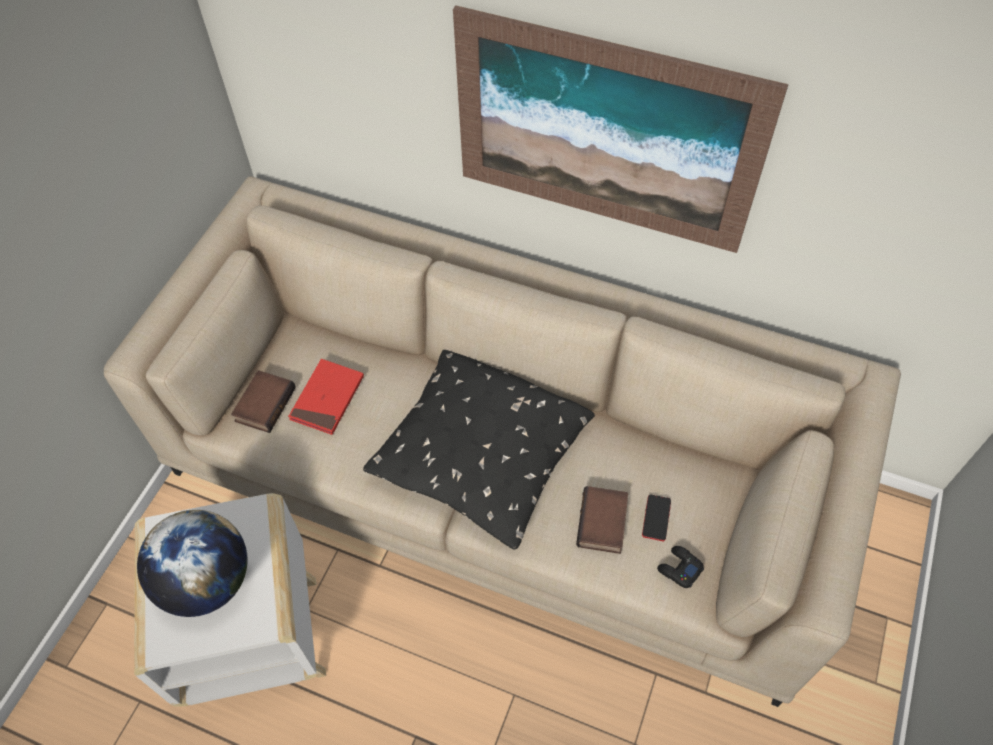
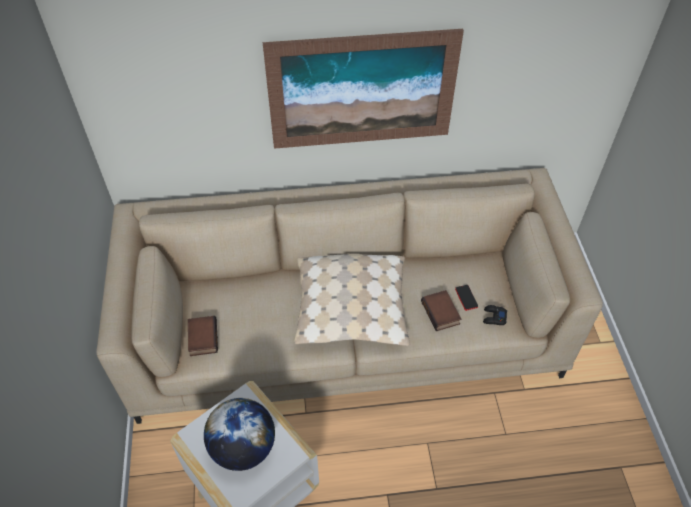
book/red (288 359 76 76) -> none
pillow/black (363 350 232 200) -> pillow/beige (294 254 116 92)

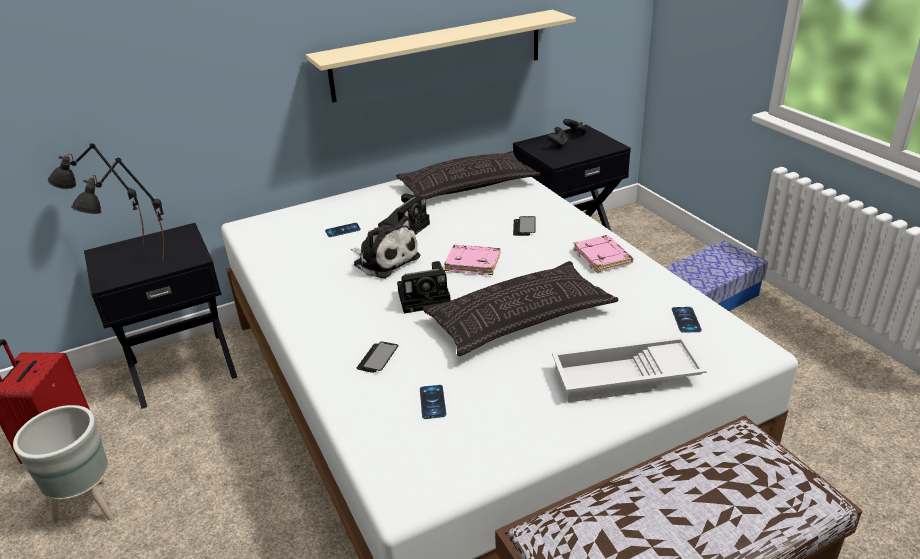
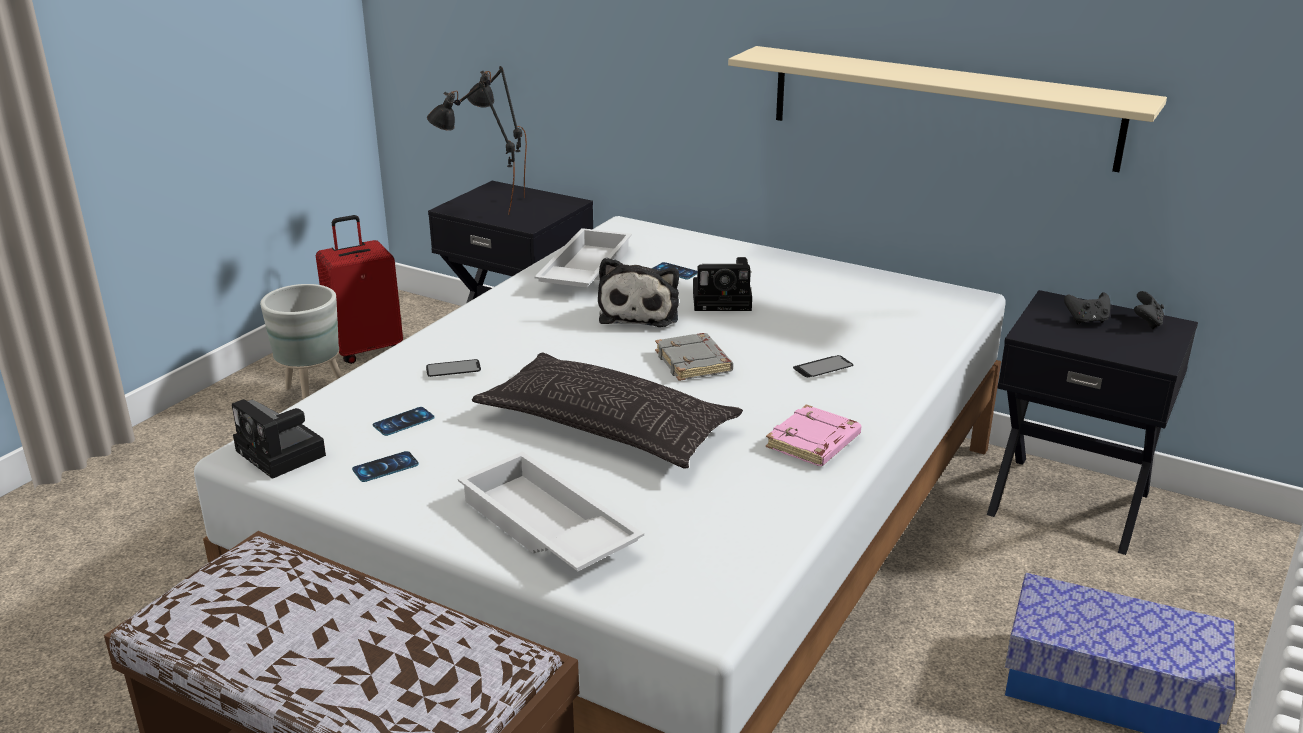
pillow (396 151 144 48) -> none
none -> tray/white (534 228 98 59)
photo camera (397 261 54 52) -> photo camera (232 399 94 80), shifted
phone (672 307 30 26) -> phone (352 451 67 31), shifted
book/pink (444 244 56 31) -> book/grey (655 333 78 48)

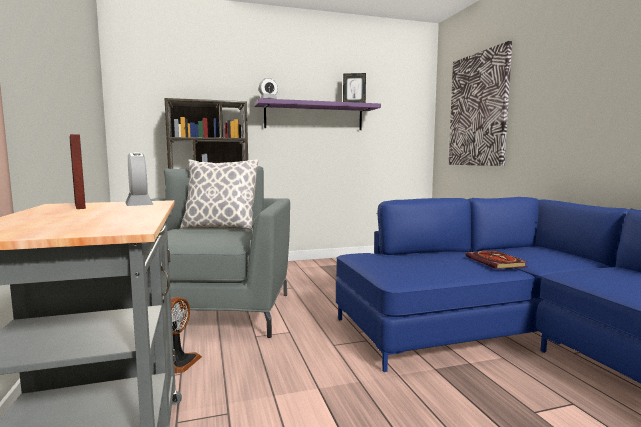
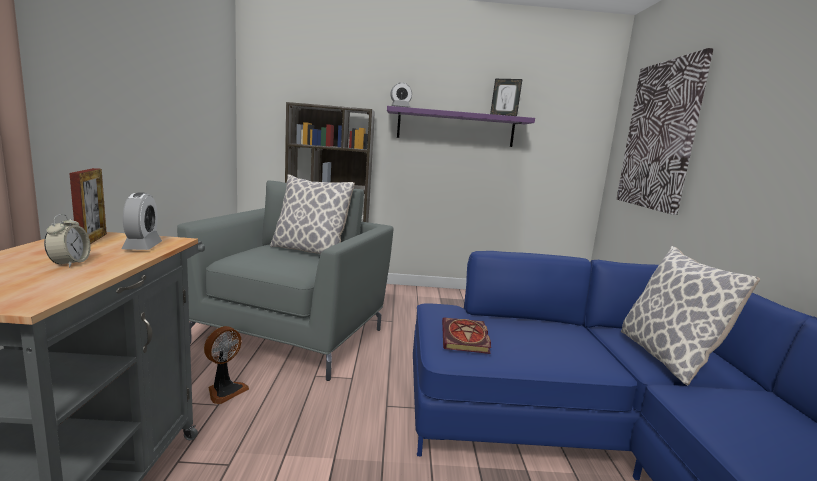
none -> alarm clock (44 214 47 54)
none -> pillow (621 246 139 139)
book (465 251 63 18) -> book (442 318 49 36), shifted

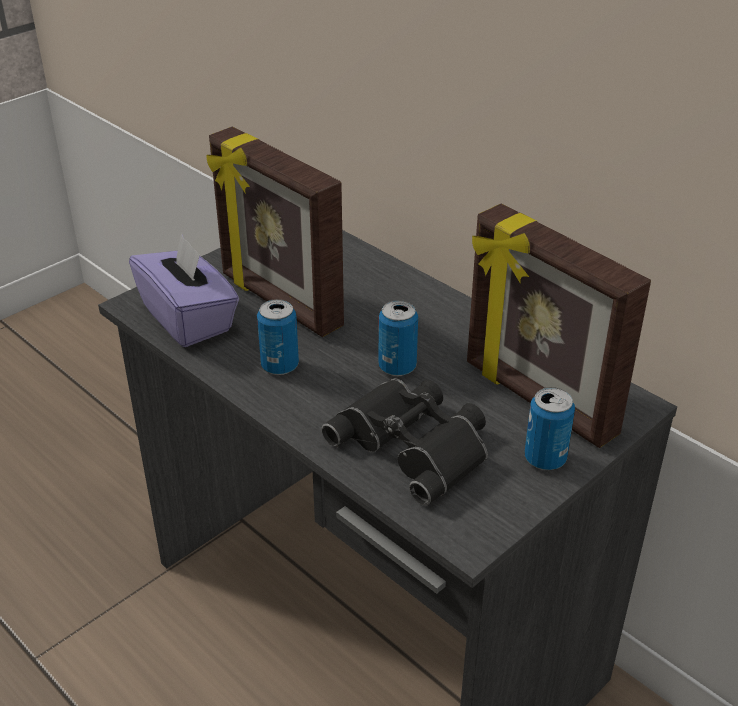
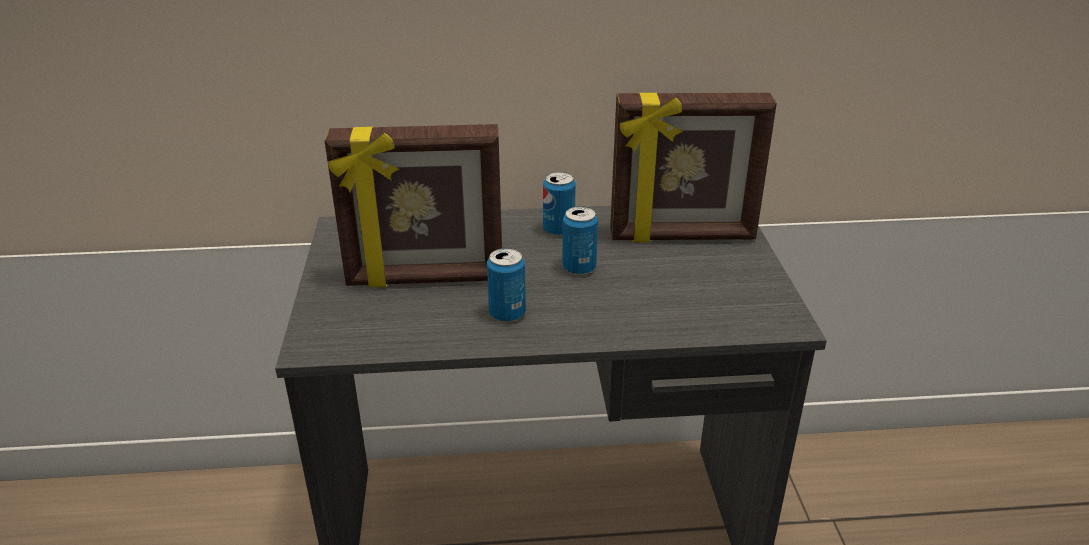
tissue box/purple (129 233 110 114) -> none
binoculars/black (321 378 167 128) -> none
can (525 387 50 83) -> can (543 172 33 64), shifted

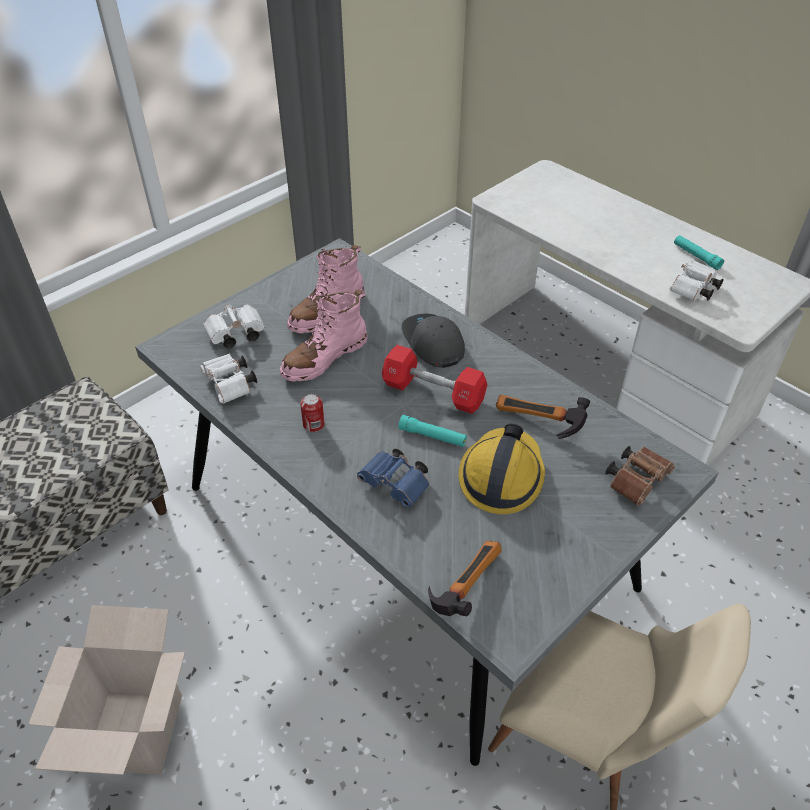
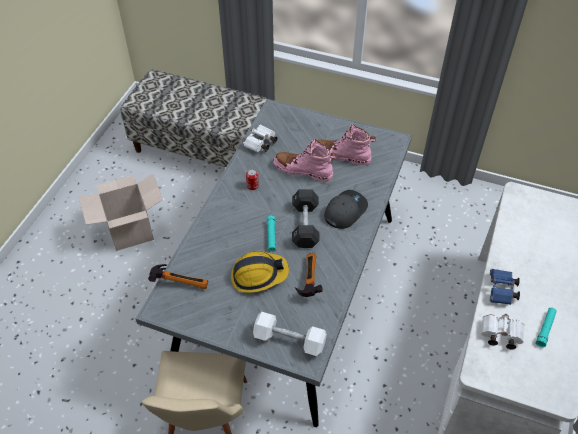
binoculars/white (203 305 62 43) -> none
binoculars/blue (357 449 73 59) -> binoculars/blue (490 269 30 36), shifted
binoculars/brown (605 446 70 60) -> dumbbell/white (253 312 74 44)
dumbbell/red (382 345 105 69) -> dumbbell/black (292 189 28 59)

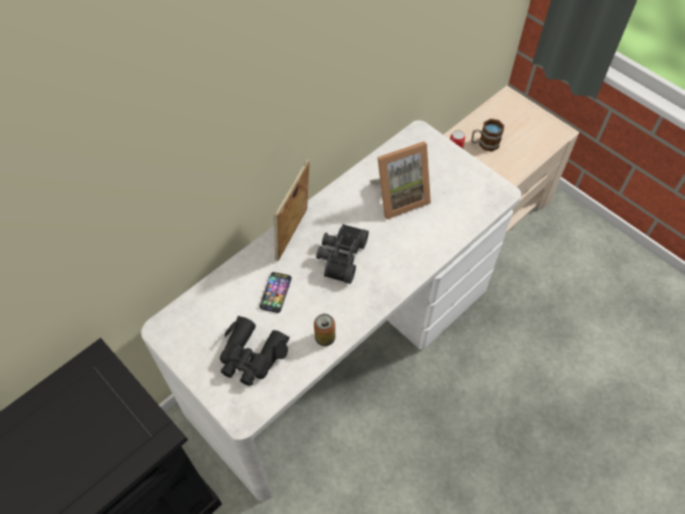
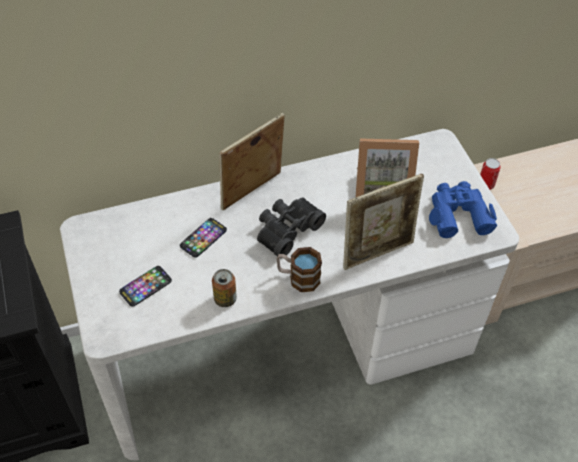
none -> picture frame (343 174 81 96)
none -> binoculars/blue (429 181 68 57)
mug (471 119 33 33) -> mug (277 247 45 45), shifted
binoculars/black (220 316 70 70) -> phone (119 266 53 41)

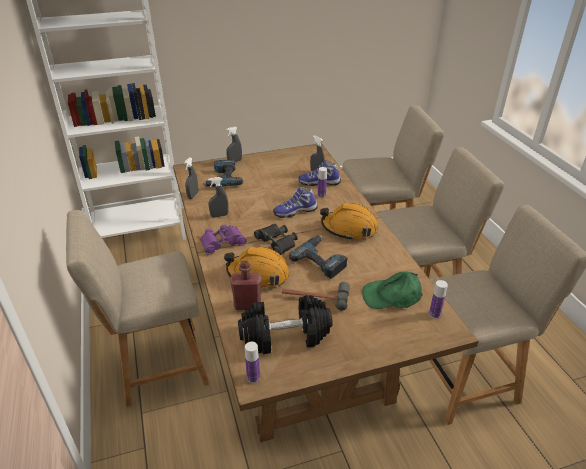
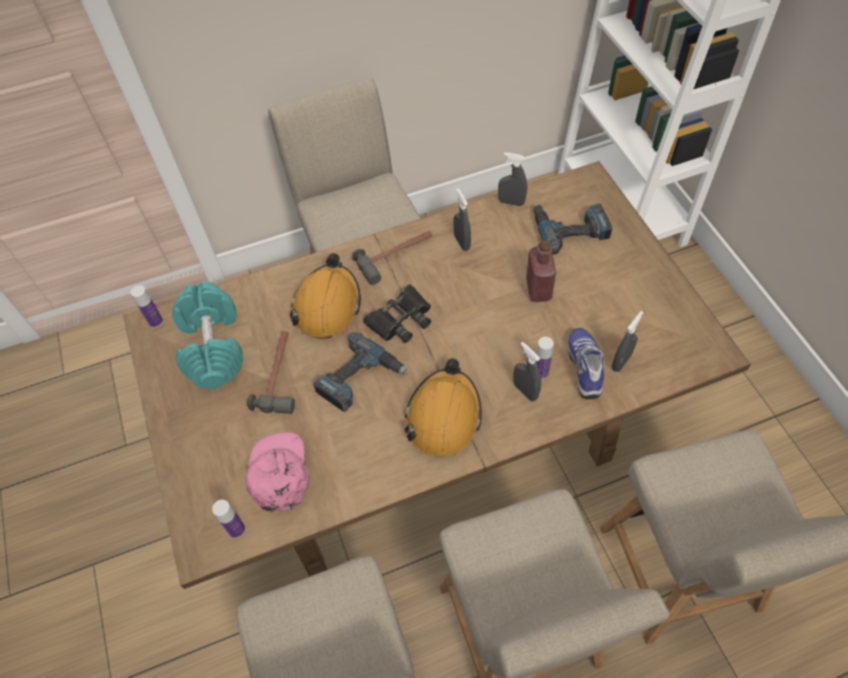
shoe (273 187 44 31) -> none
spray bottle/grey (226 126 16 37) -> spray bottle/grey (513 342 28 59), shifted
bottle/red (230 260 31 50) -> bottle/red (526 240 30 62), shifted
binoculars/purple (200 224 47 31) -> hammer (352 231 80 54)
dumbbell/black (238 295 95 59) -> dumbbell/turquoise (172 281 71 108)
cap/green (362 271 61 38) -> cap/pink (246 432 63 80)

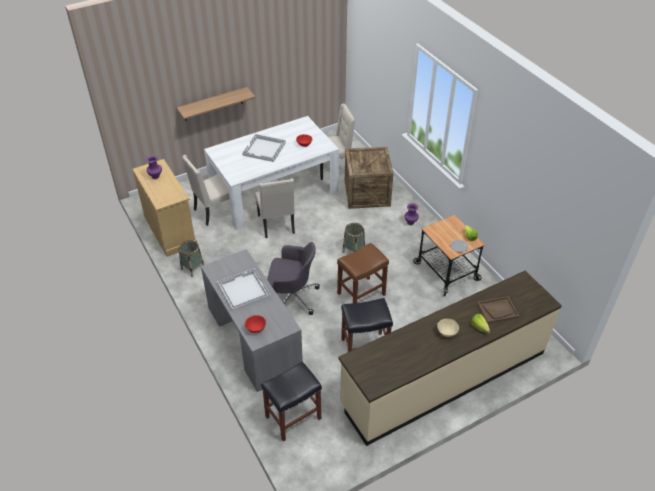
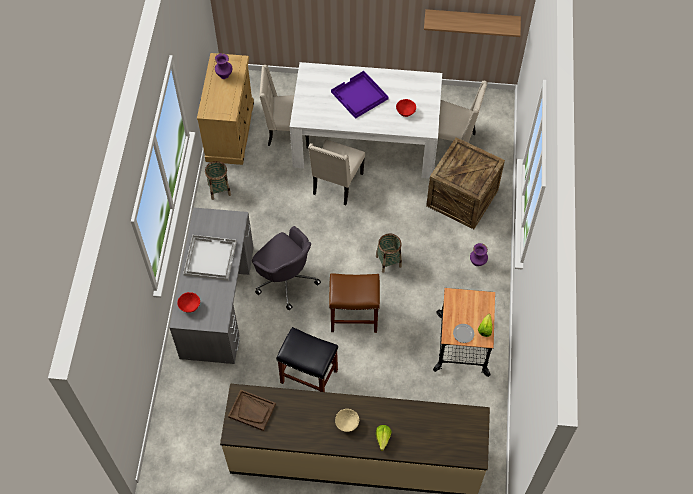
stool/black (261 361 61 81) -> none
shelf (177 87 78 34) -> shelf (424 9 97 28), shifted
tray/brown (477 296 42 28) -> tray/brown (228 390 48 41), shifted
tray/white (242 134 44 28) -> tray/purple (331 71 58 48)

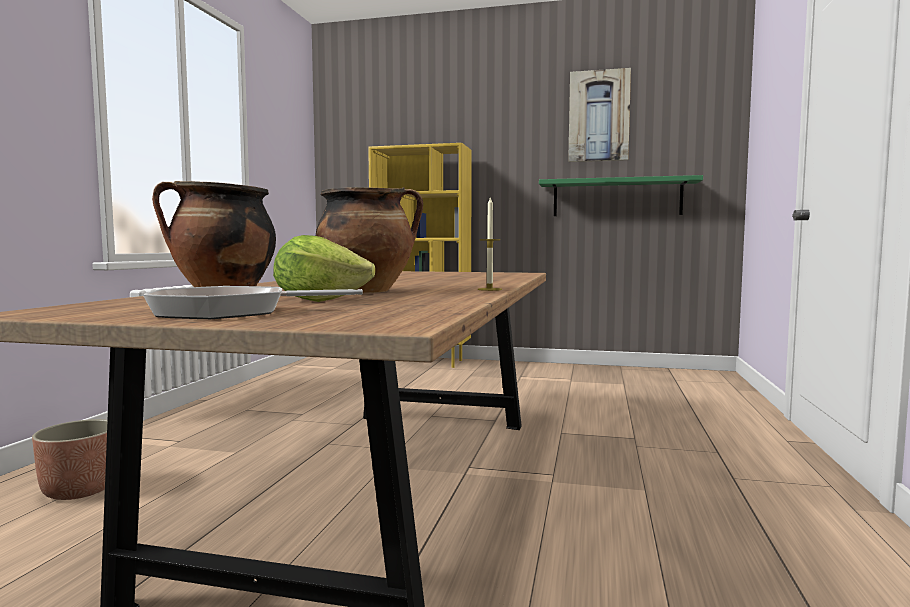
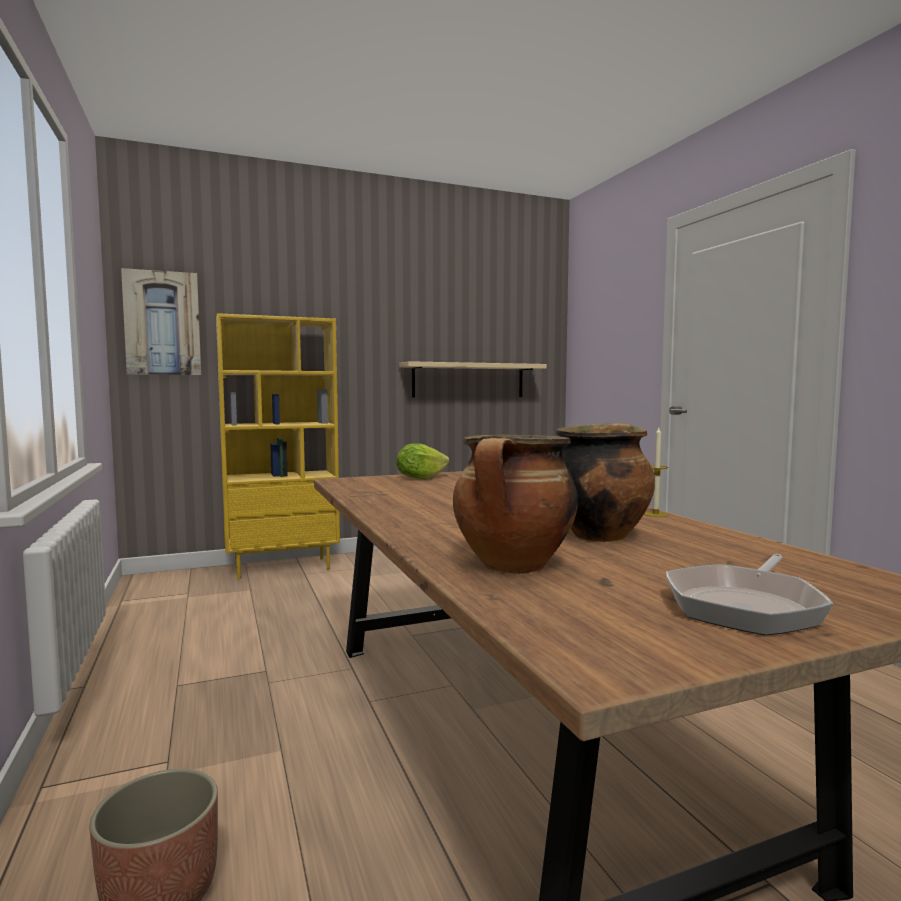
lettuce (273 235 102 67) -> lettuce (397 443 53 36), shifted
picture (568 68 63 94) -> picture (121 268 80 107), shifted
shelf/green (539 175 164 41) -> shelf/beige (399 361 148 37)

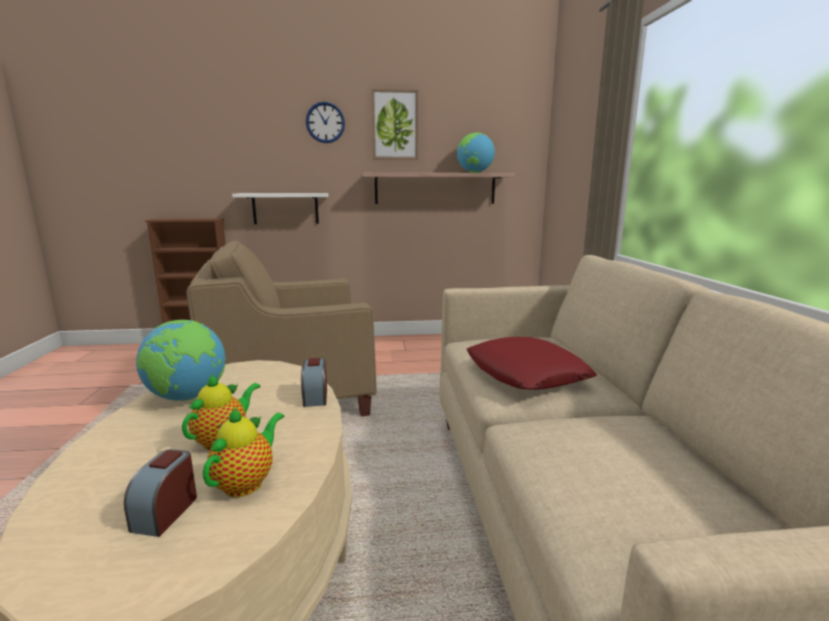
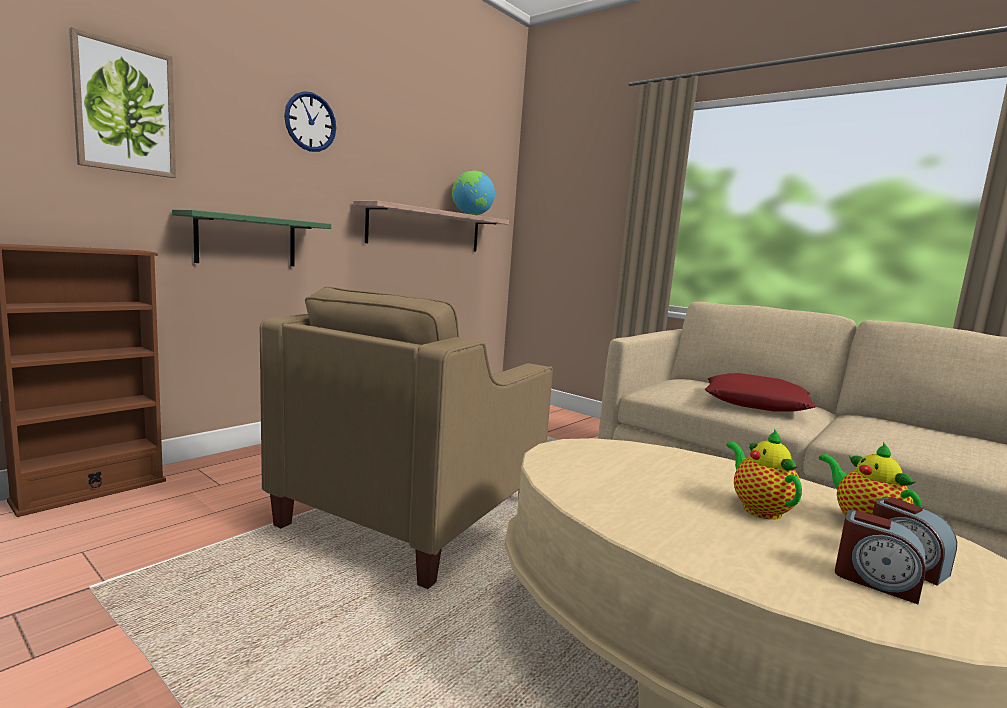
globe (136 320 90 81) -> none
alarm clock (301 358 26 49) -> alarm clock (835 510 90 94), shifted
picture (372 89 46 71) -> picture (69 27 107 151), shifted
shelf/white (232 193 97 31) -> shelf/green (172 209 159 57)

